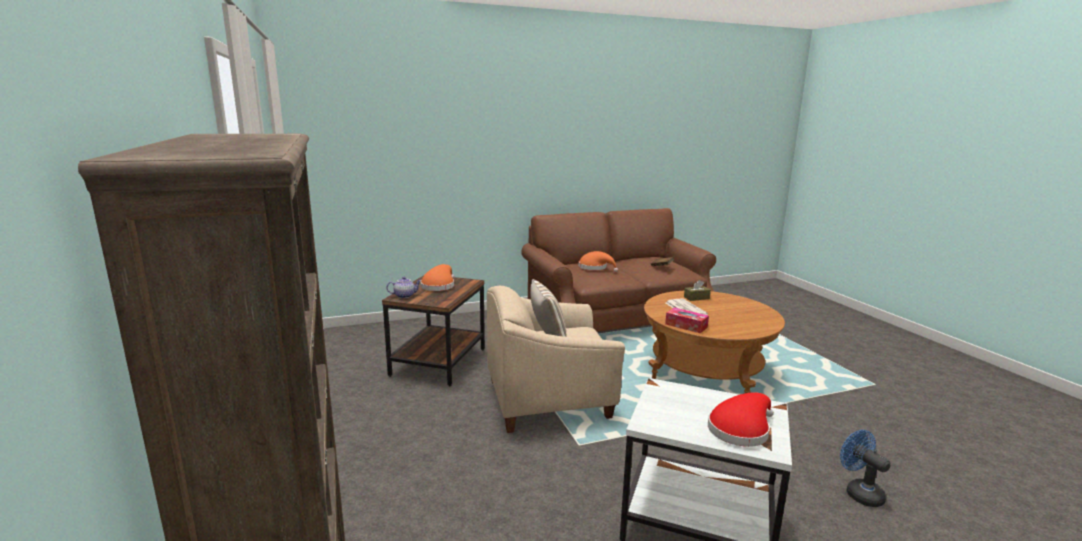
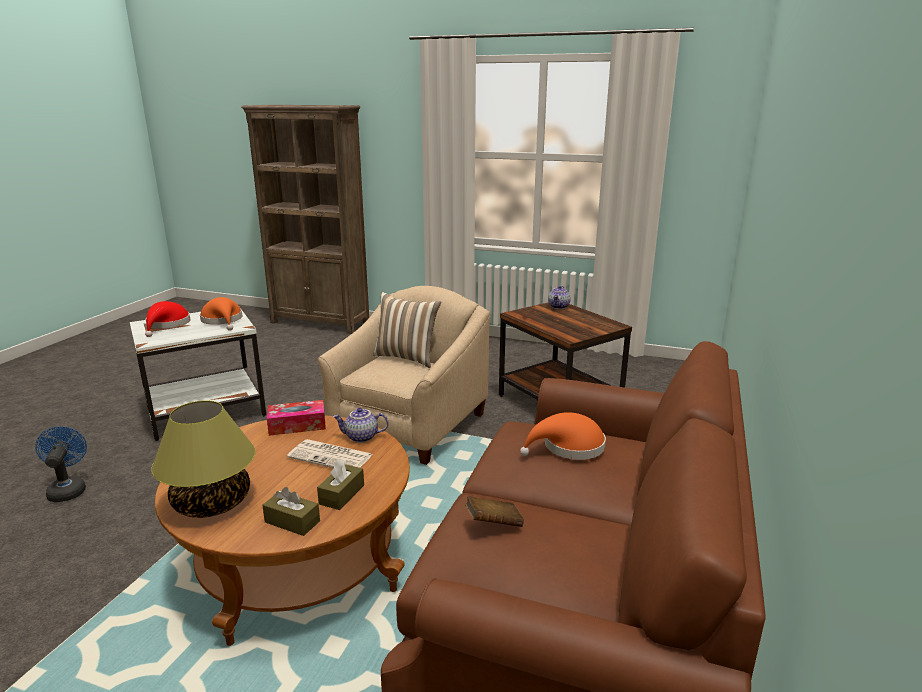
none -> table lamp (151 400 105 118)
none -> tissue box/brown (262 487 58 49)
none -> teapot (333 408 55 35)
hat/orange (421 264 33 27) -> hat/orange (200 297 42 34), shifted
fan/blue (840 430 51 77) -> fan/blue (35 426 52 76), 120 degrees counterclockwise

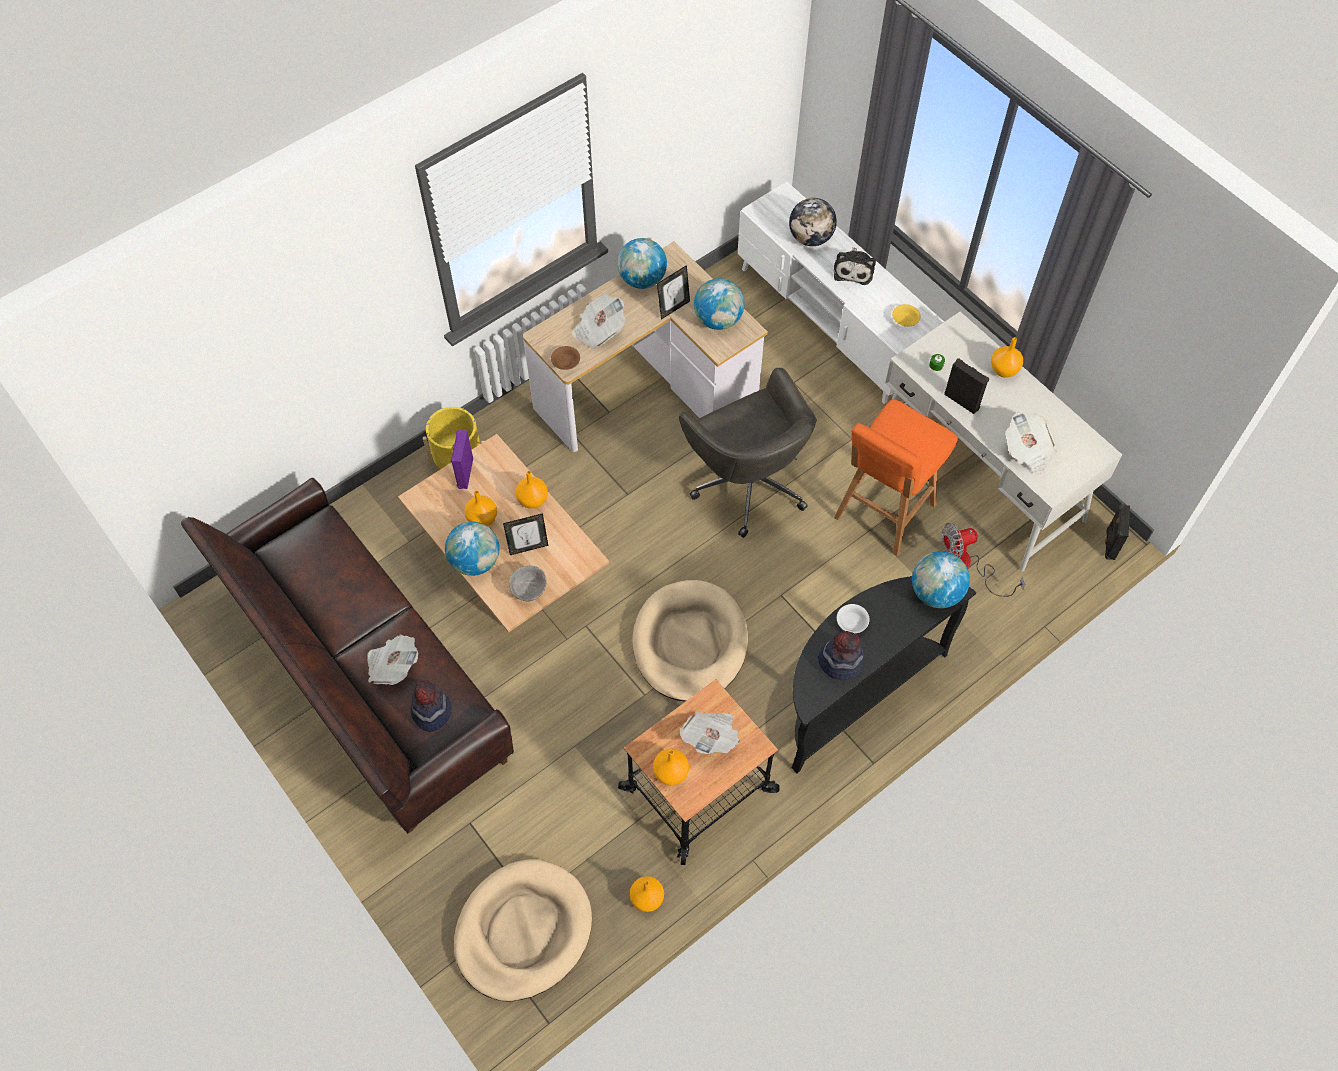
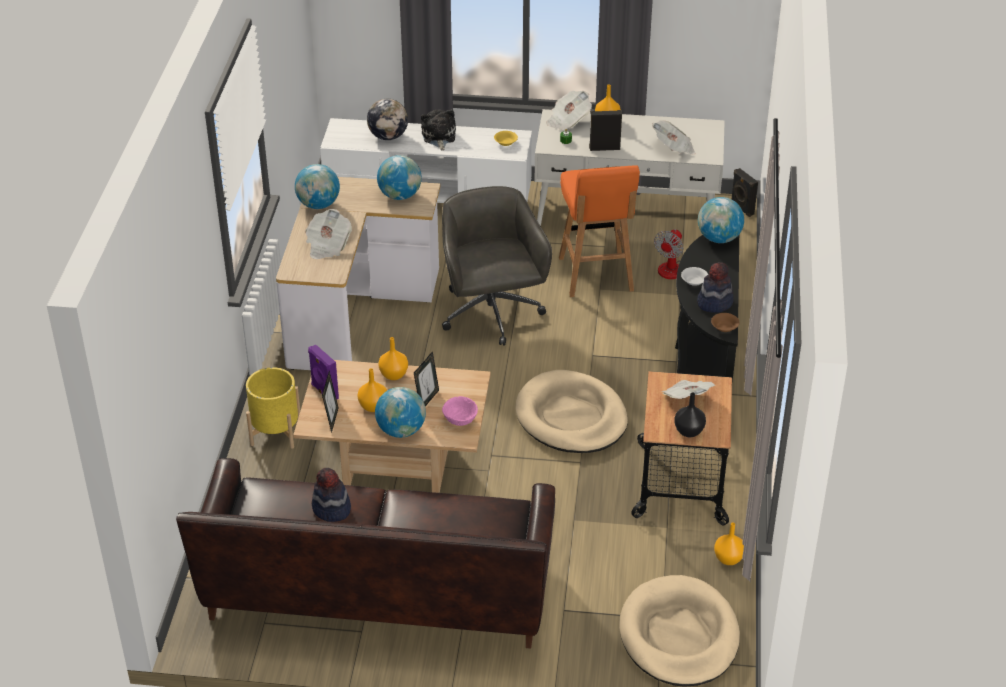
newspaper (367 635 51 50) -> newspaper (546 91 46 40), shifted
hat (411 680 41 52) -> hat (312 468 39 54), shifted
bowl/brown (551 346 29 24) -> bowl/brown (711 313 29 19), shifted
picture frame (657 265 33 54) -> picture frame (322 371 16 62), shifted
bowl/grey (509 566 38 36) -> bowl/pink (442 396 36 30)
vase/orange (653 749 36 36) -> vase/black (674 392 32 45)
office chair/grey (679 368 138 170) -> office chair/grey (442 186 110 160), 120 degrees counterclockwise
plush toy (834 247 42 38) -> plush toy (421 109 35 42), 150 degrees counterclockwise

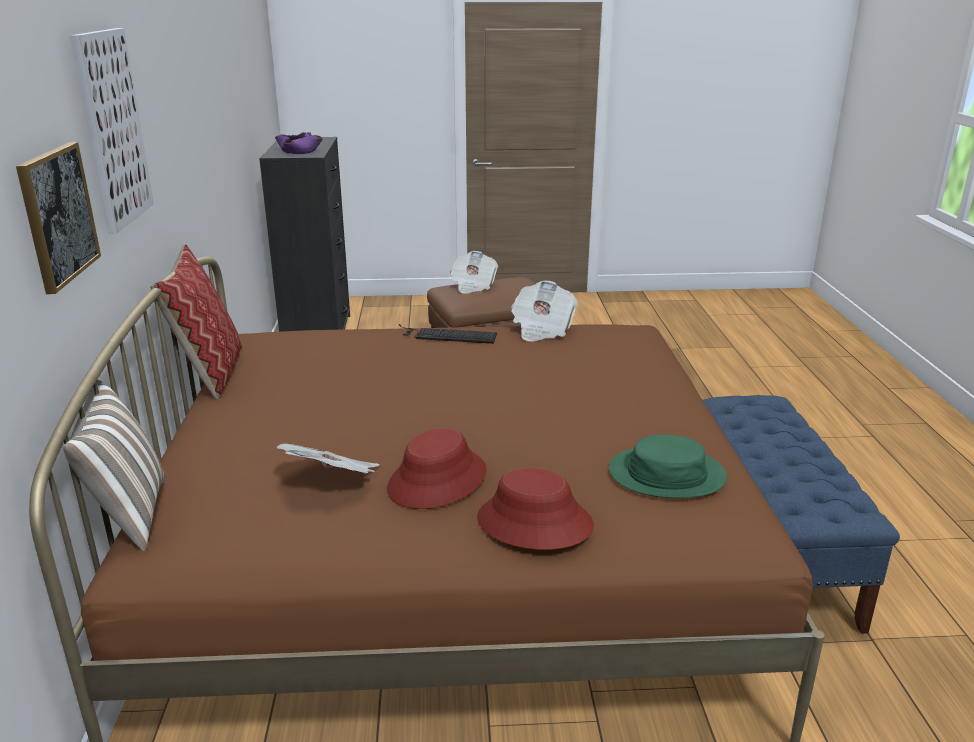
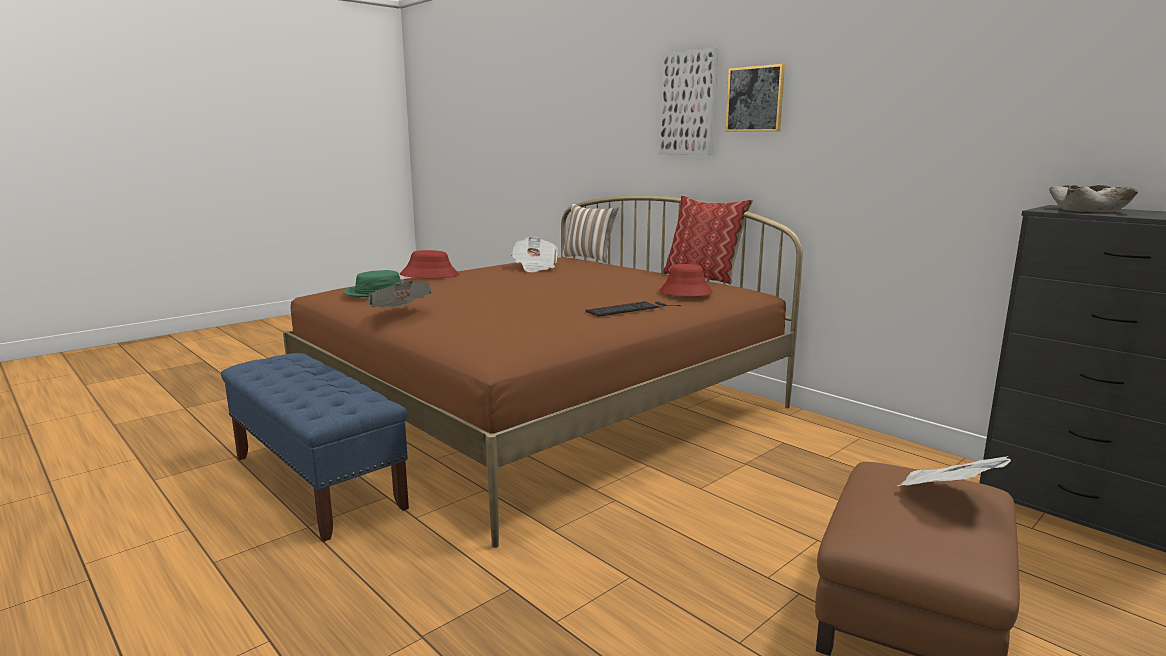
picture (16 142 85 152) -> picture (725 64 60 68), shifted
hat/red (387 428 100 81) -> hat/red (660 264 53 32), shifted
newspaper (511 280 67 61) -> newspaper (368 281 63 26), shifted
bowl/purple (275 132 48 22) -> bowl/beige (1049 185 90 28)

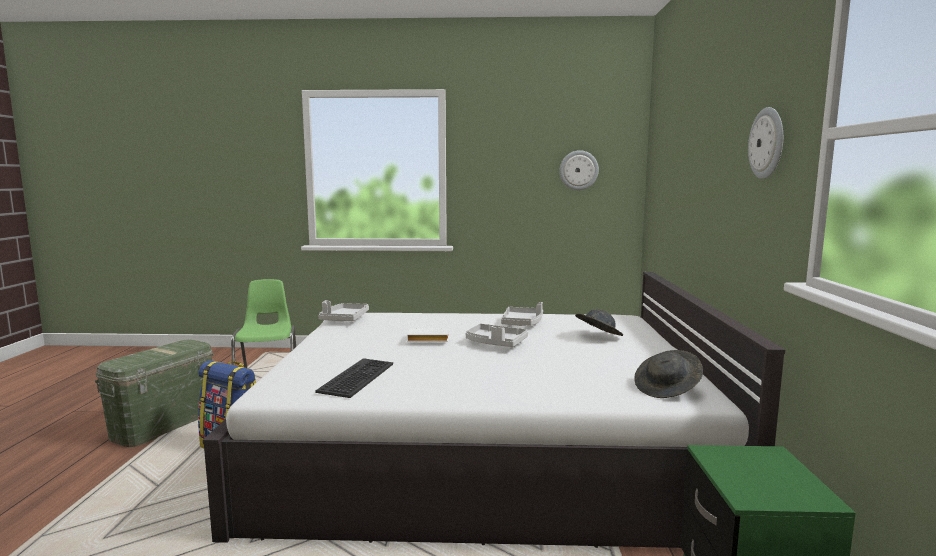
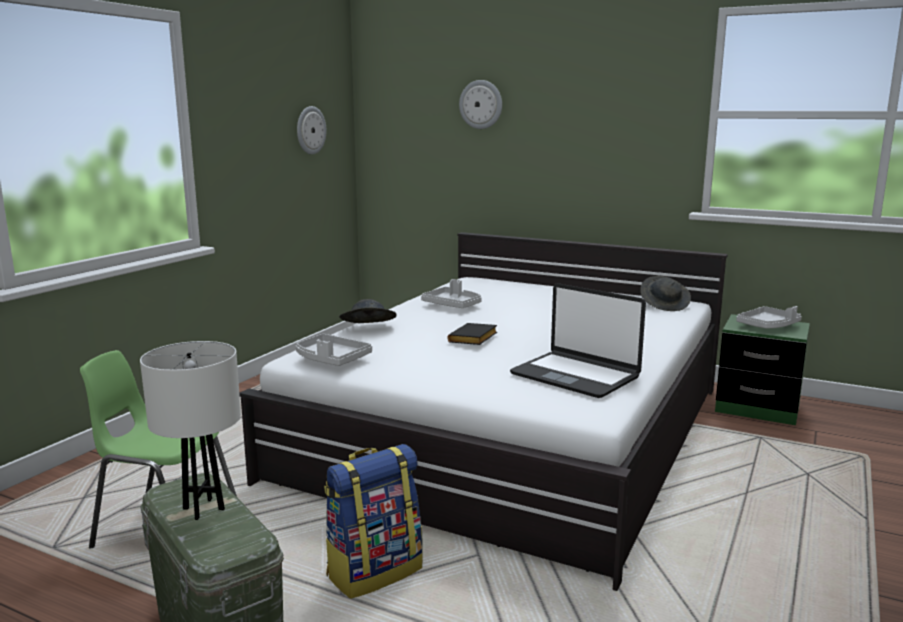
none -> table lamp/white (140 341 101 179)
tray/grey (466 324 62 23) -> tray/grey (736 306 66 22), shifted
hat/grey (575 309 48 27) -> hat/grey (339 299 58 24), shifted
wall clock (748 107 35 72) -> wall clock (459 80 43 49), shifted
keyboard (315 358 78 40) -> laptop (510 283 136 115)
book/white (407 328 42 14) -> book/black (447 323 50 22)

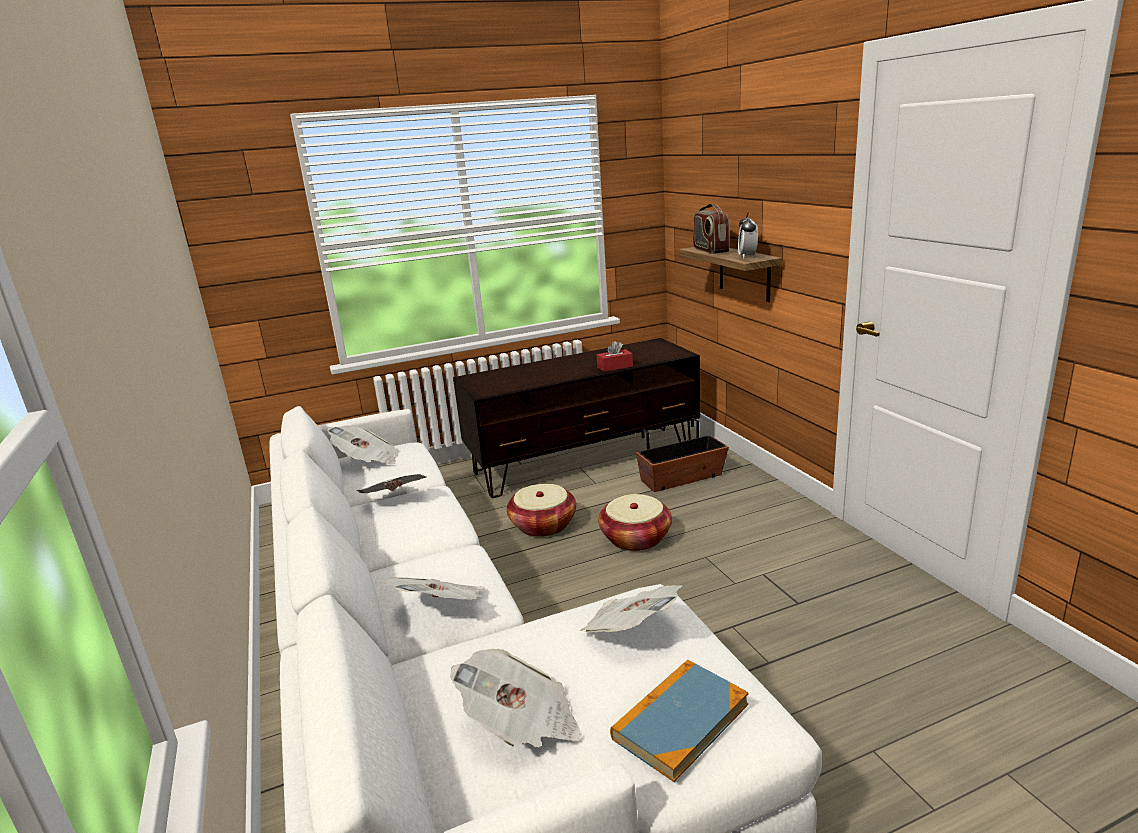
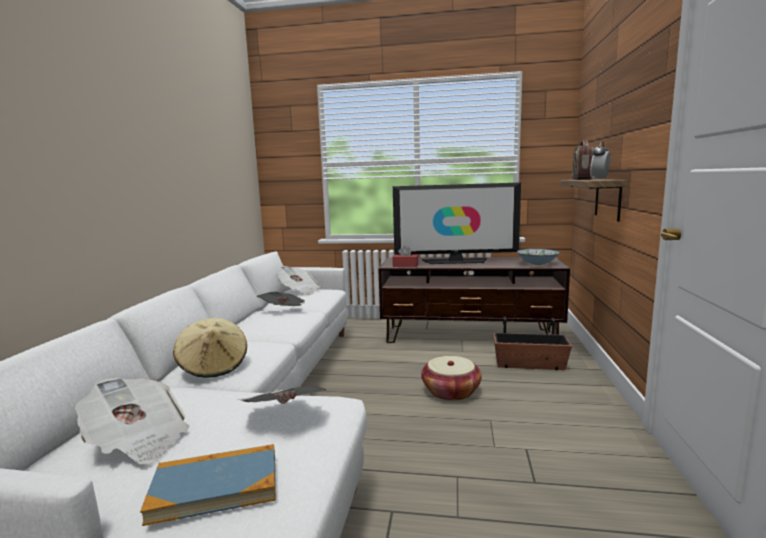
basket (507 484 69 53) -> none
none -> television (393 182 128 82)
none -> bowl (517 249 43 16)
tissue box/red (597 341 36 31) -> tissue box/red (392 246 26 21), shifted
newspaper (385 577 100 23) -> hat/beige (173 318 74 59)

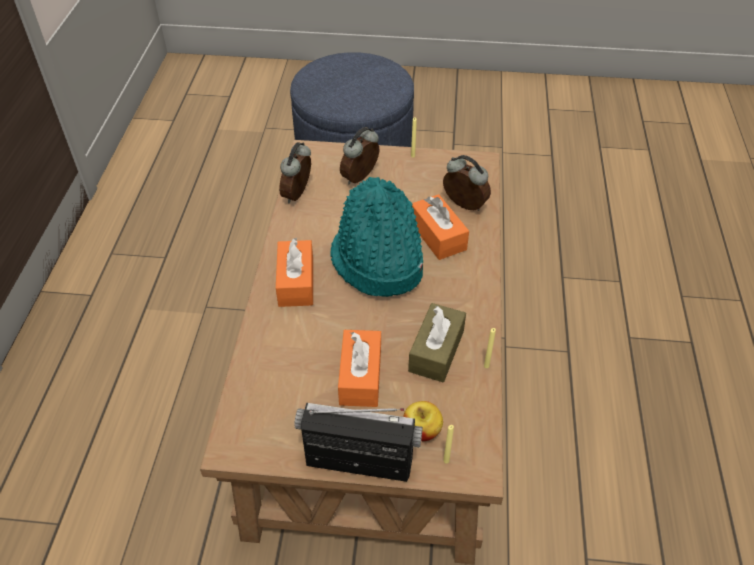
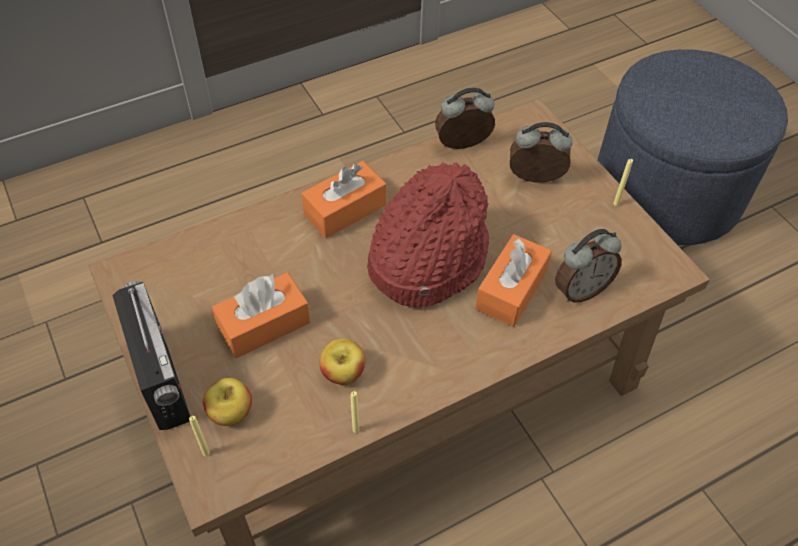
tissue box/brown (408 303 58 79) -> apple (320 339 45 46)
hat/turquoise (330 177 93 120) -> hat/red (367 162 122 146)
alarm clock (443 155 48 56) -> alarm clock (555 229 67 73), 60 degrees clockwise

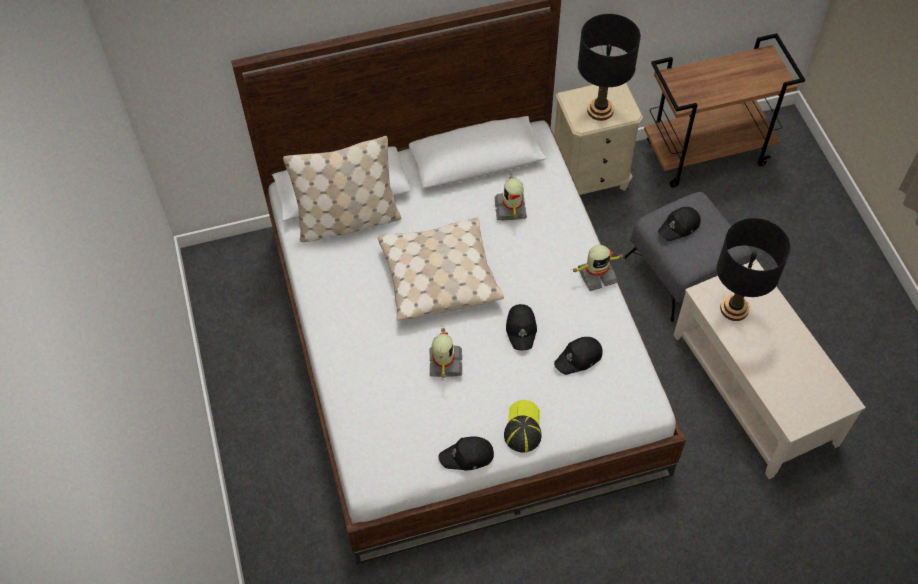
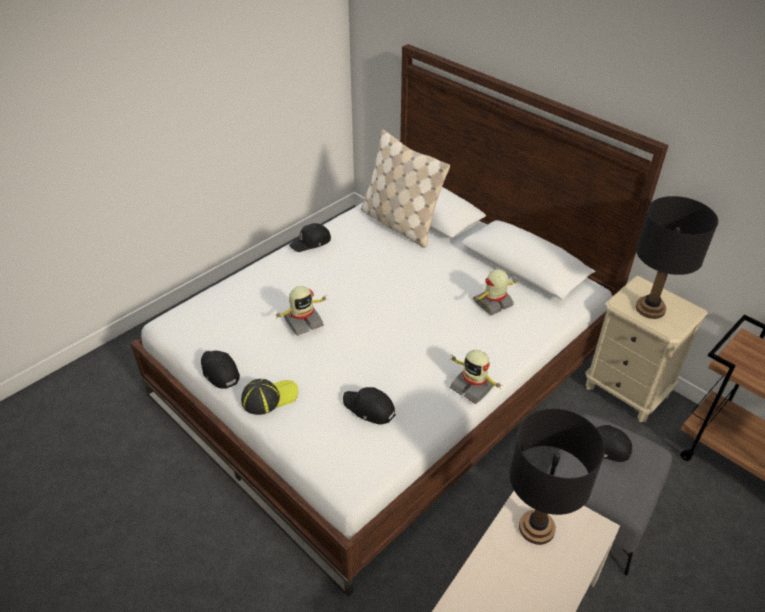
pillow/beige (378 218 126 103) -> none
cap/black (506 304 31 46) -> cap/black (289 223 42 29), shifted

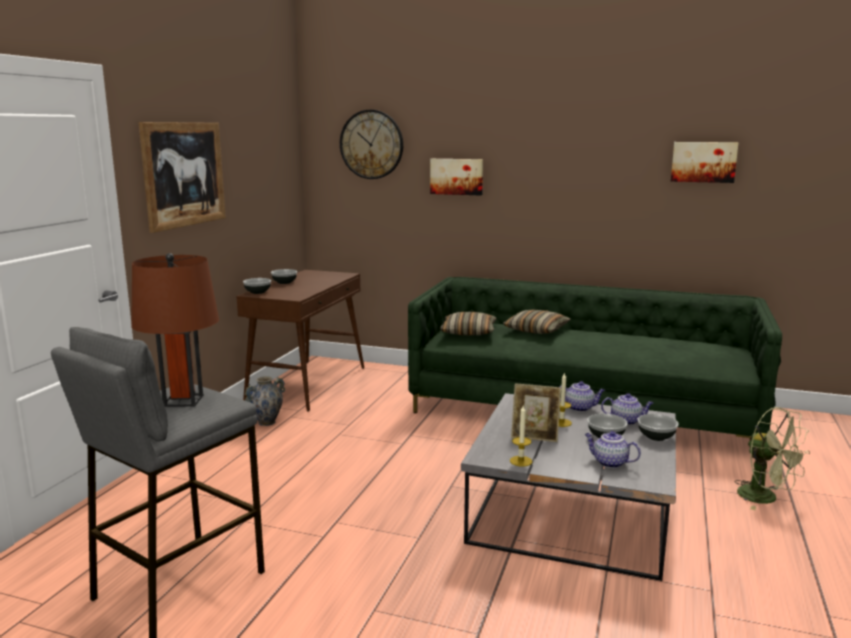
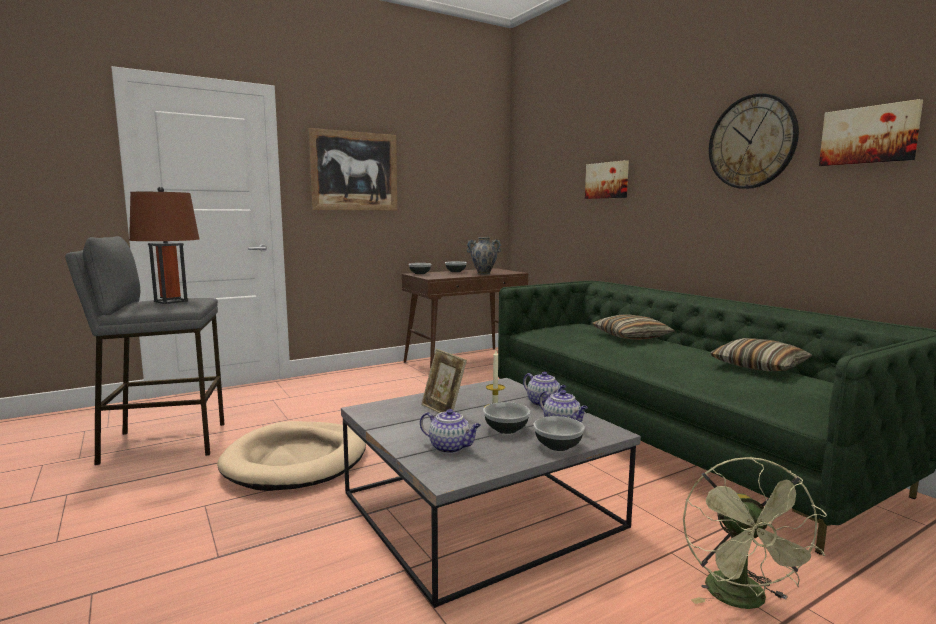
candle (510 406 22 60) -> none
none -> dog bed/beige (217 421 149 70)
vase (245 376 40 50) -> vase (467 237 34 37), shifted
wall clock (340 110 63 69) -> wall clock (709 93 90 96), shifted
pillow (440 312 57 23) -> pillow (710 338 102 33), shifted
teapot (585 431 56 37) -> teapot (420 409 61 45), 135 degrees clockwise

